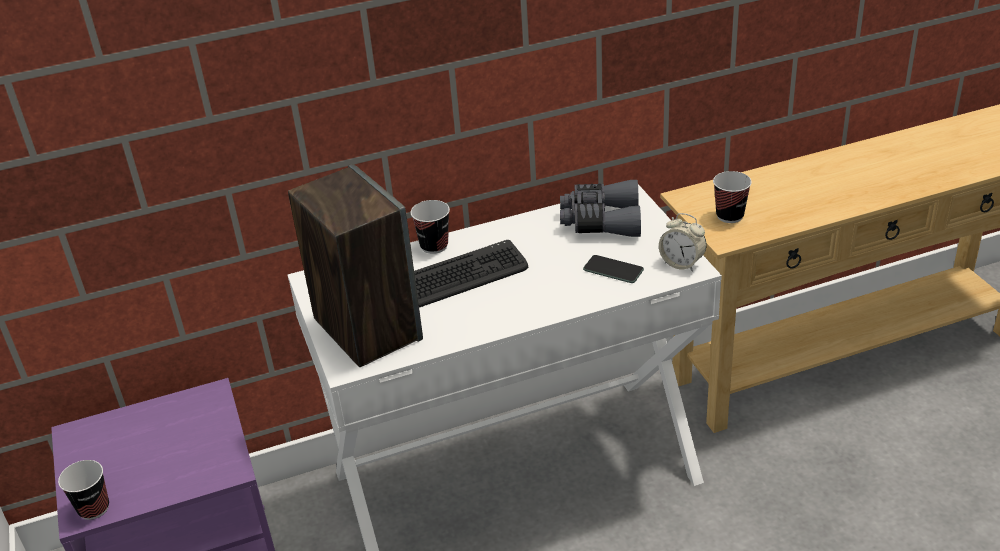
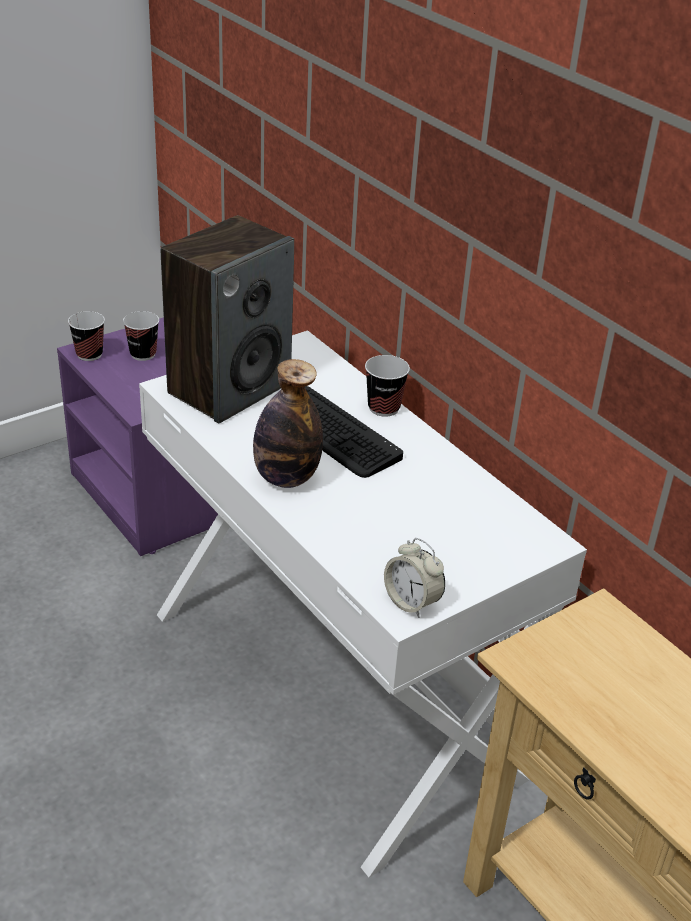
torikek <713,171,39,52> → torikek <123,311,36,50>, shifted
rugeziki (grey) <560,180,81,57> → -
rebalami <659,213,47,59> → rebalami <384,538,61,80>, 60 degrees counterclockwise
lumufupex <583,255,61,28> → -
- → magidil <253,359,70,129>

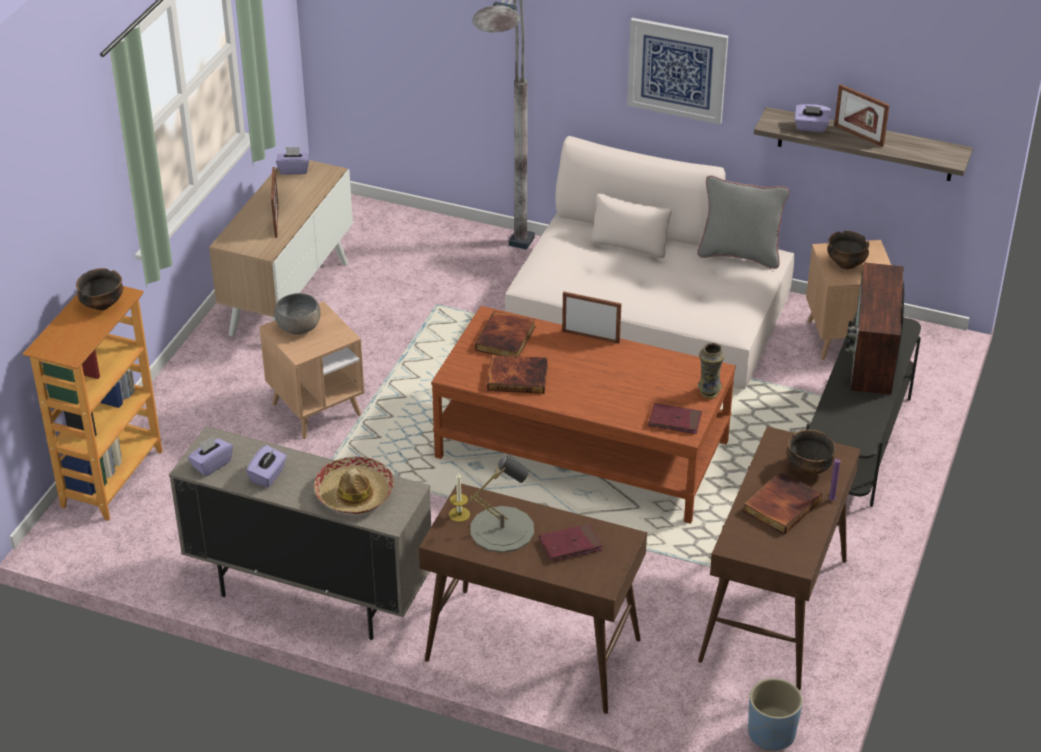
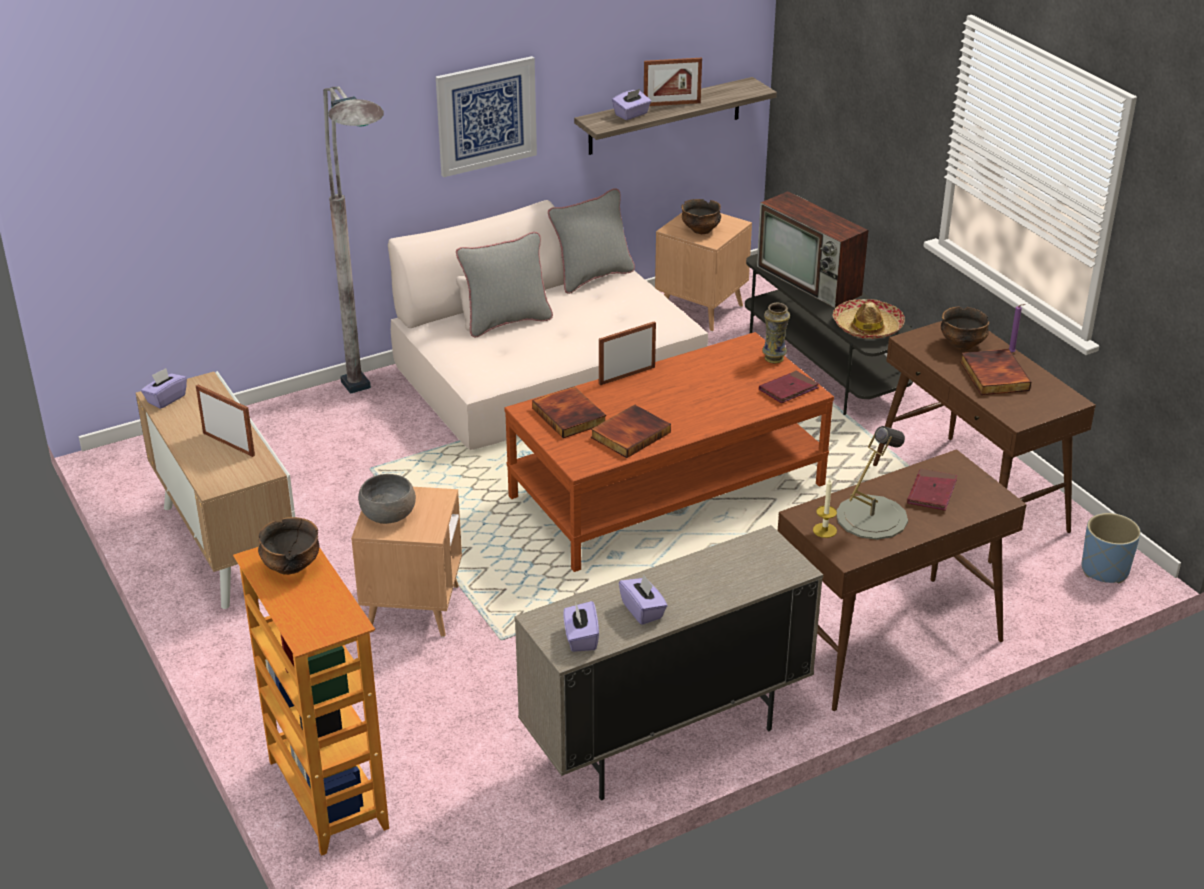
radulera <313,457,81,57> → radulera <832,299,73,40>, shifted
- → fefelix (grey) <456,232,97,106>

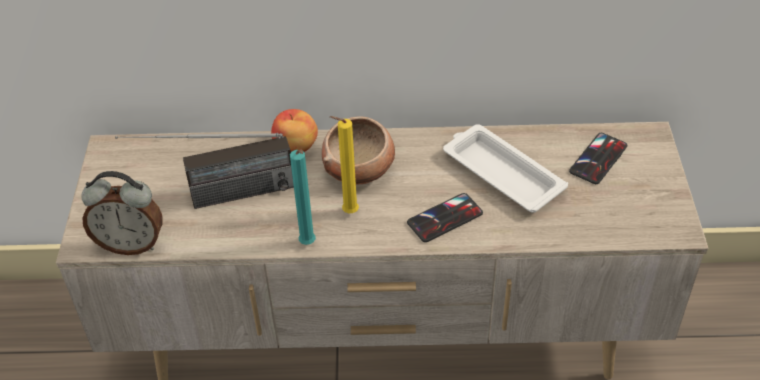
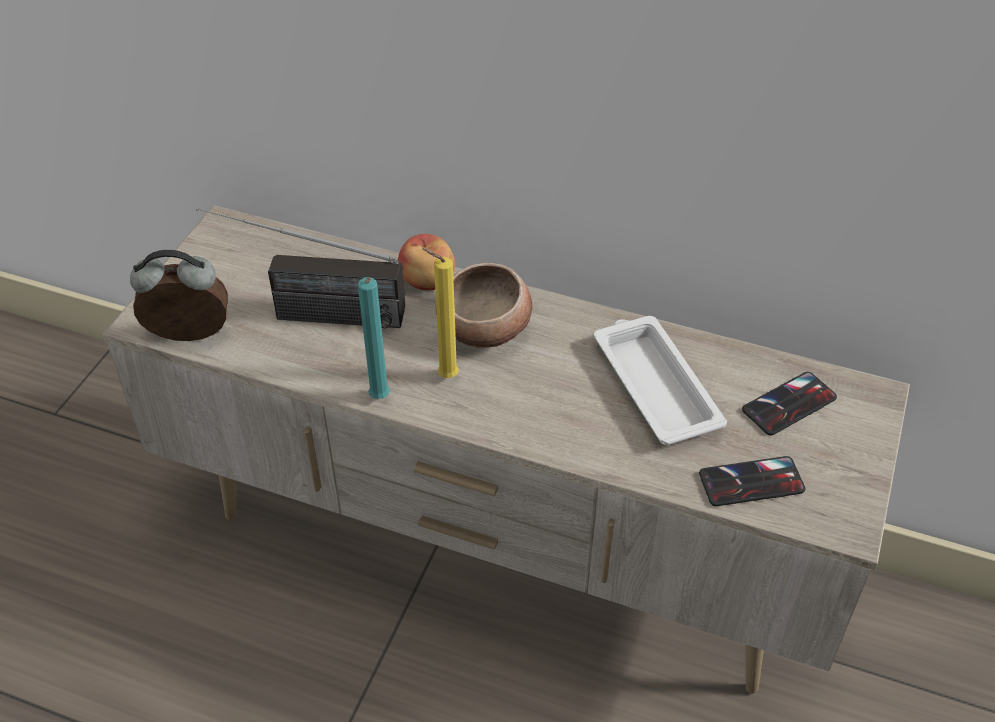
rebalami <81,171,82,84> → rebalami <130,250,98,91>, 150 degrees clockwise
lumufupex <407,193,76,49> → lumufupex <699,456,106,50>, shifted

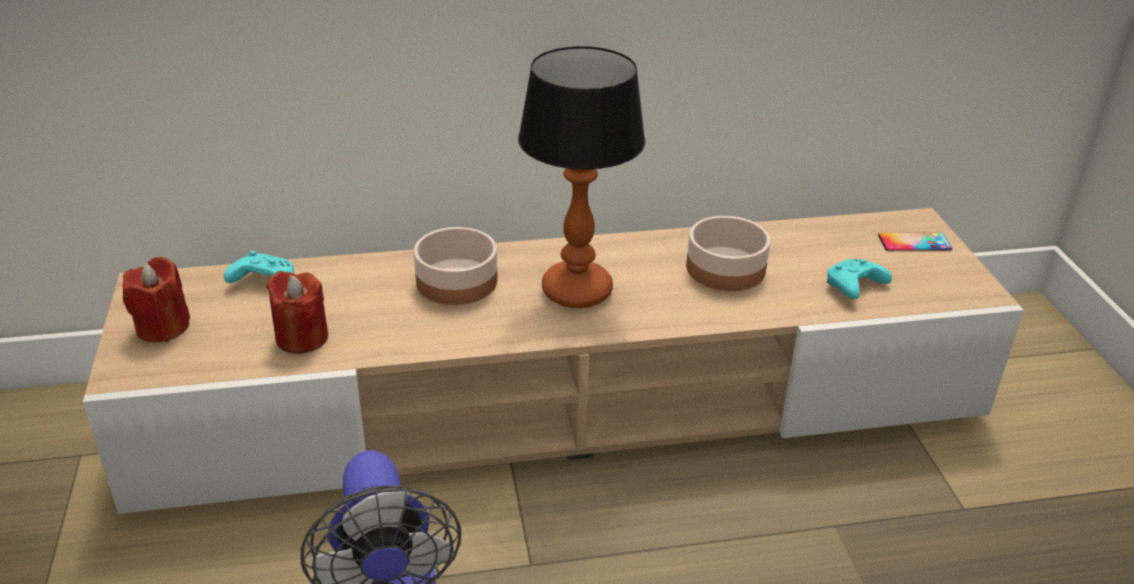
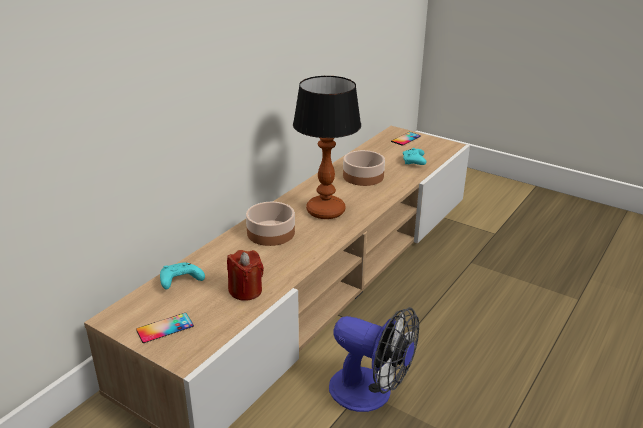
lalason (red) <123,257,67,85> → lumufupex <136,313,58,30>

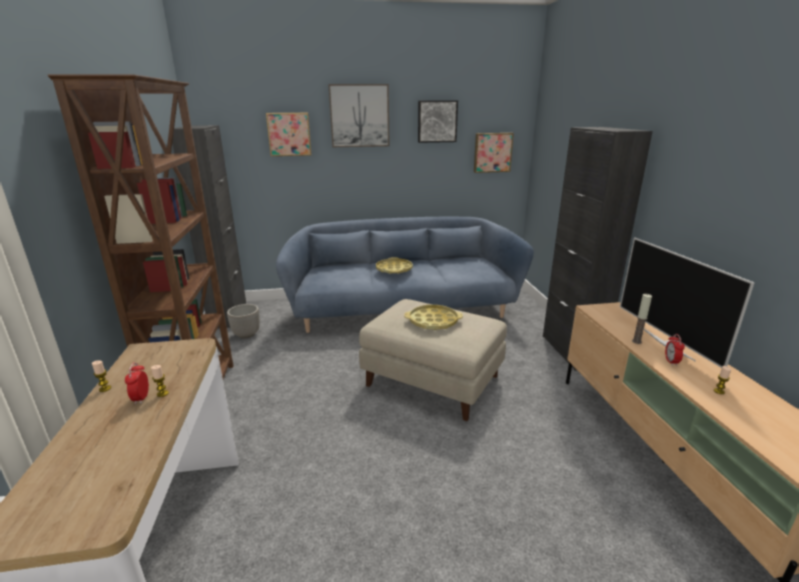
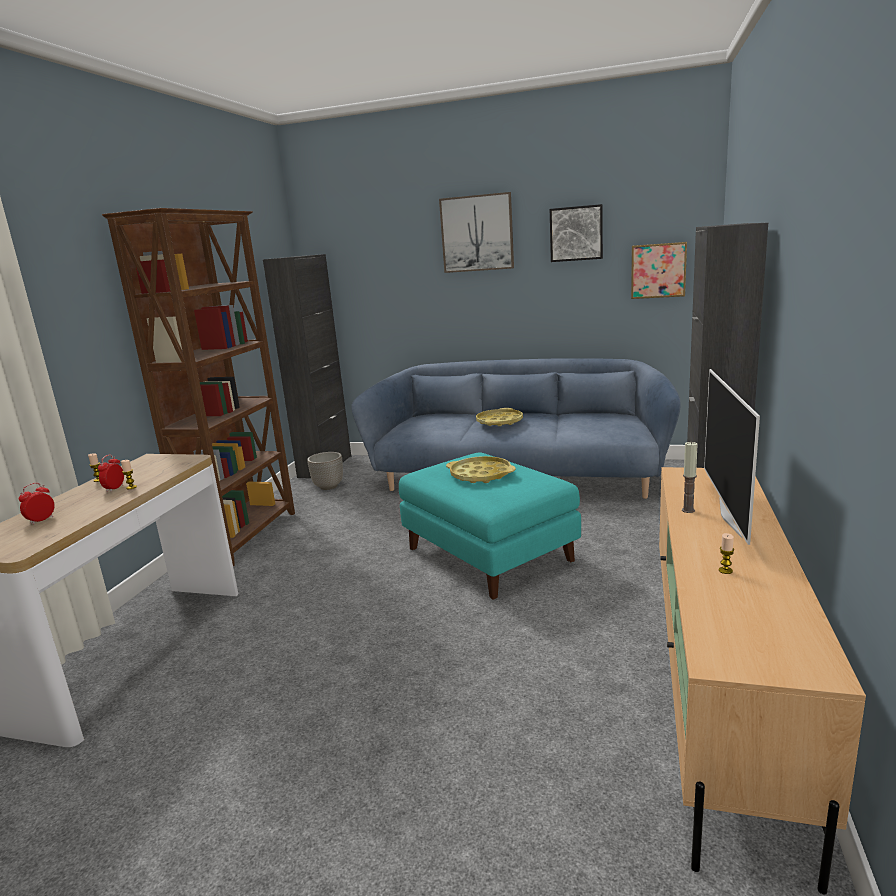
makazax <266,113,46,43> → -
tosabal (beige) <359,299,148,122> → tosabal (turquoise) <399,452,182,148>
rebalami <665,334,20,32> → rebalami <19,483,36,42>, shifted

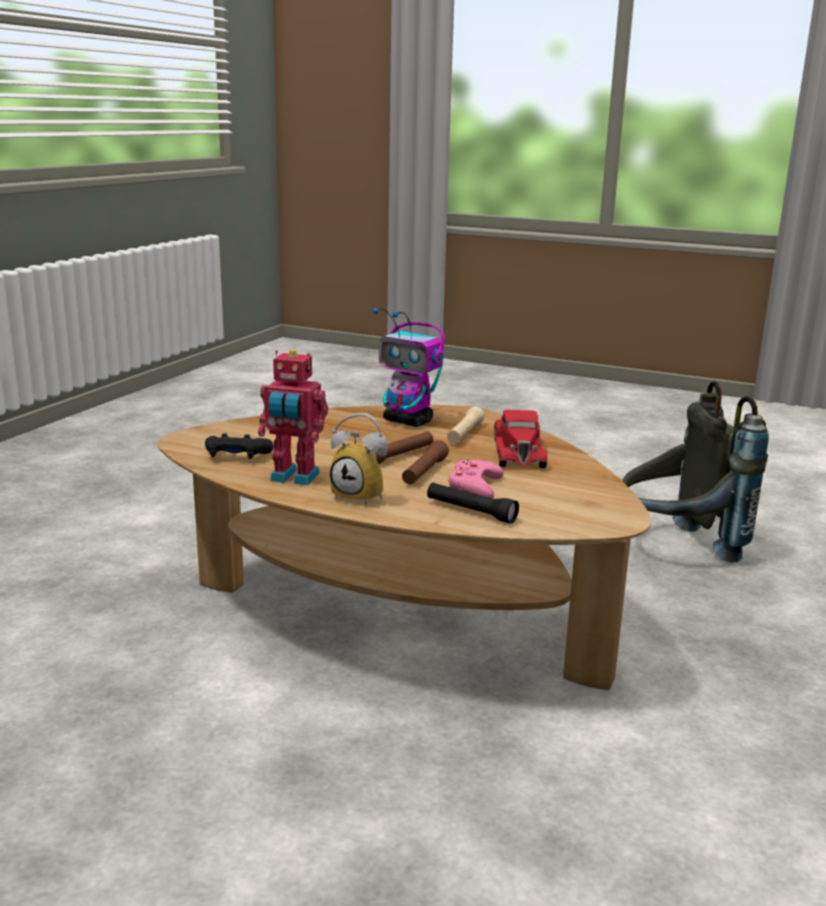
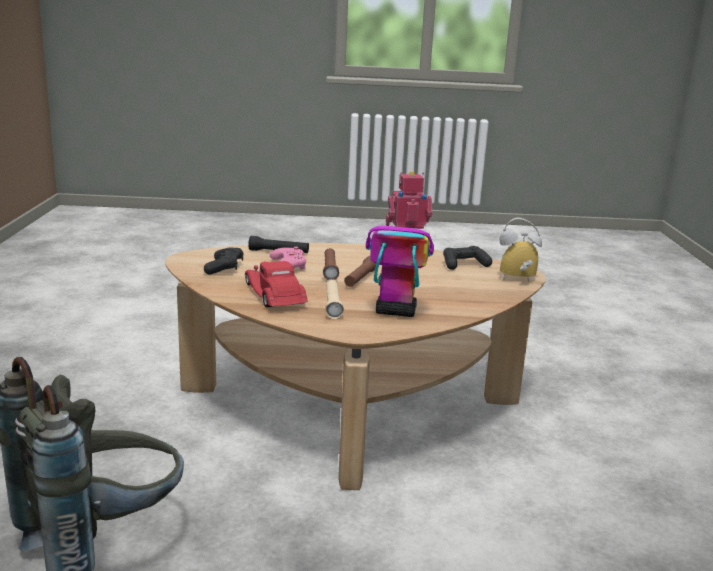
rebalami <330,413,58,93> → rebalami <500,217,42,65>, shifted
- → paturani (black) <204,247,40,28>

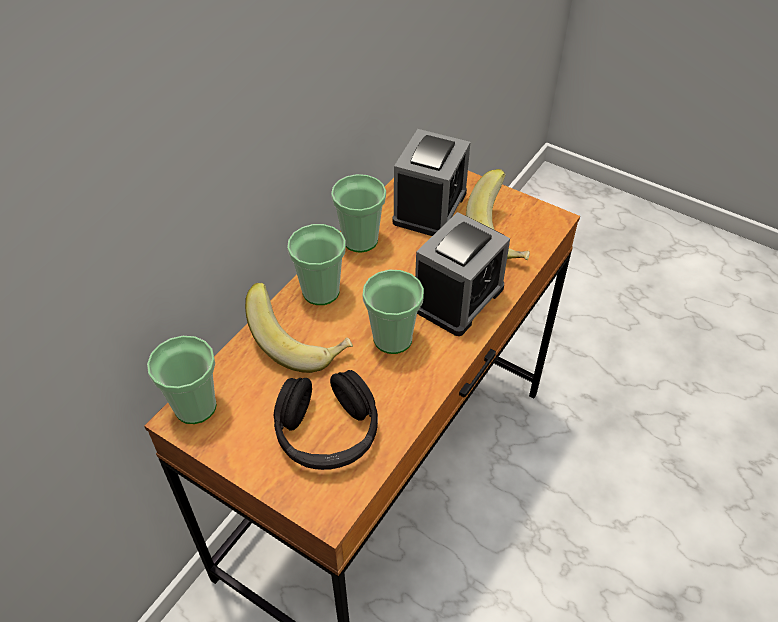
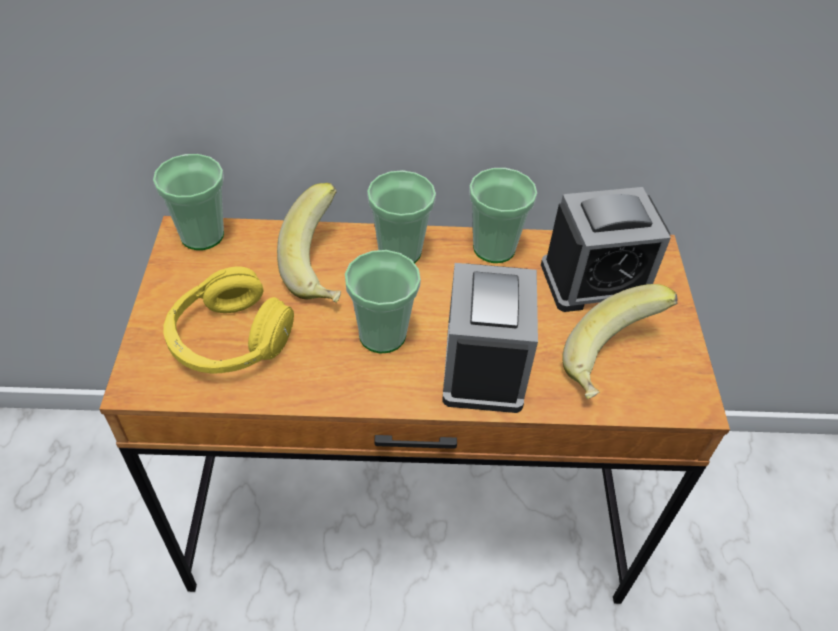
rebalami <415,212,95,124> → rebalami <442,263,96,150>, 90 degrees clockwise
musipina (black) <274,370,104,100> → musipina (yellow) <163,266,131,107>

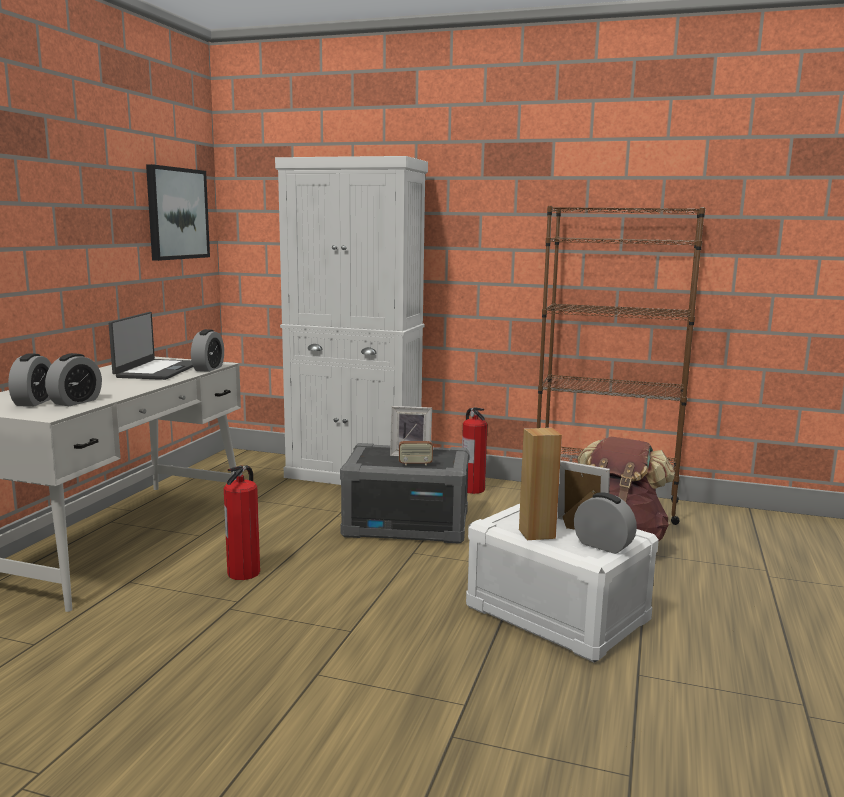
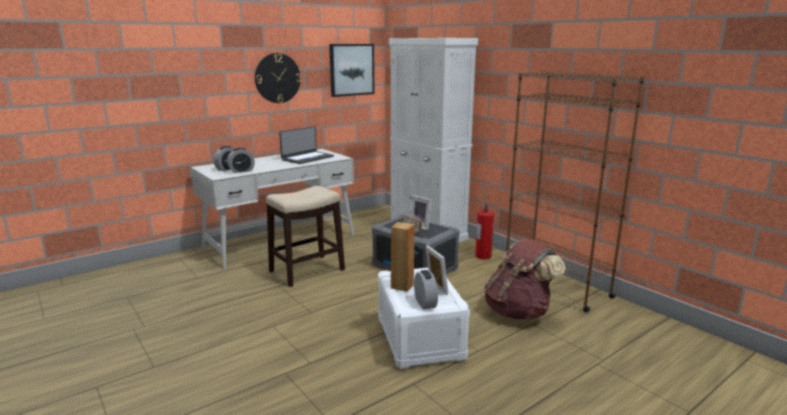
rebalami <191,329,33,43> → -
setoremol <224,465,36,115> → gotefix <266,186,79,101>
- → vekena <255,53,46,50>

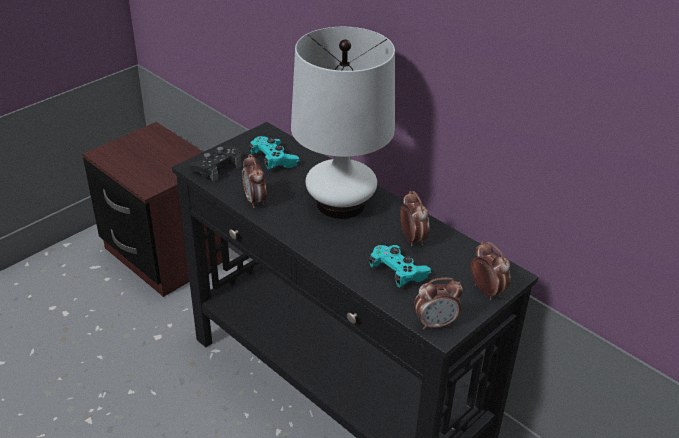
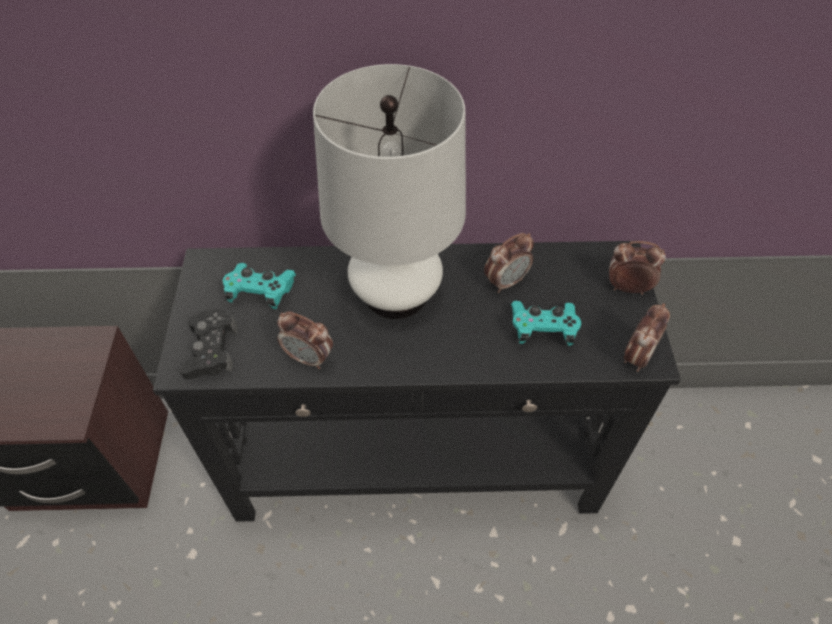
rebalami <400,191,29,55> → rebalami <484,233,50,60>, 120 degrees clockwise

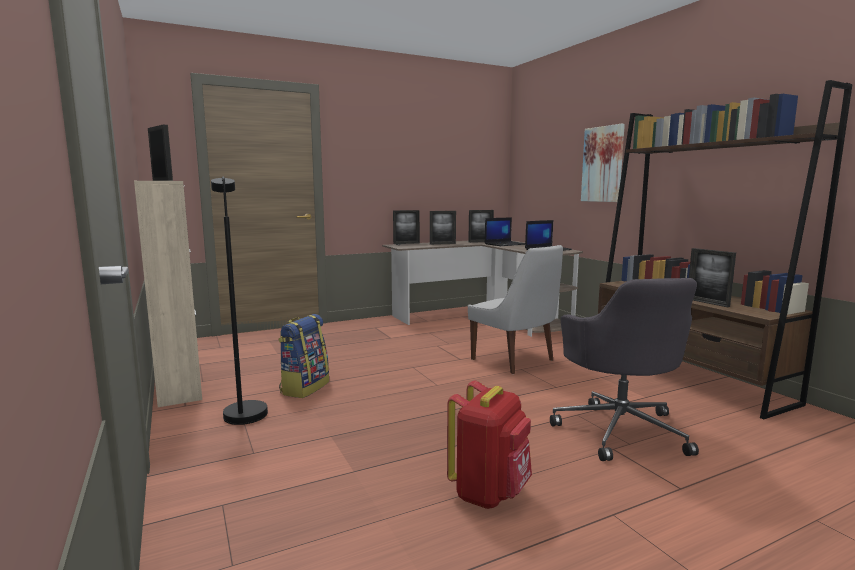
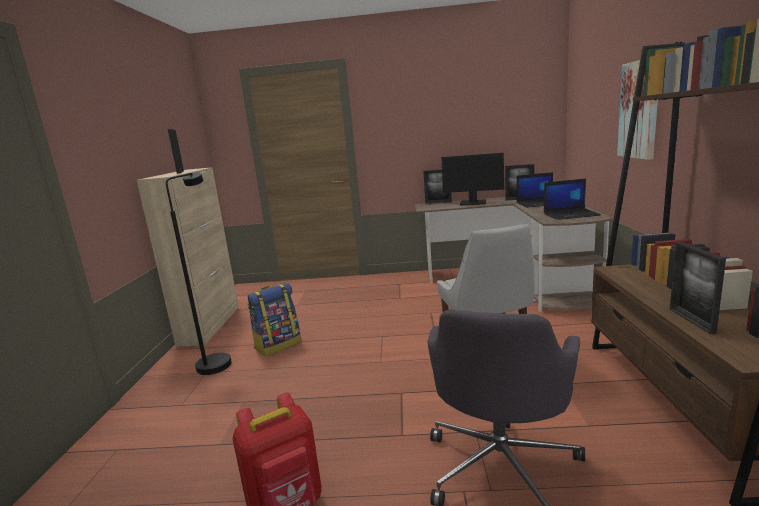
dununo <430,211,26,34> → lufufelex <441,153,63,52>

